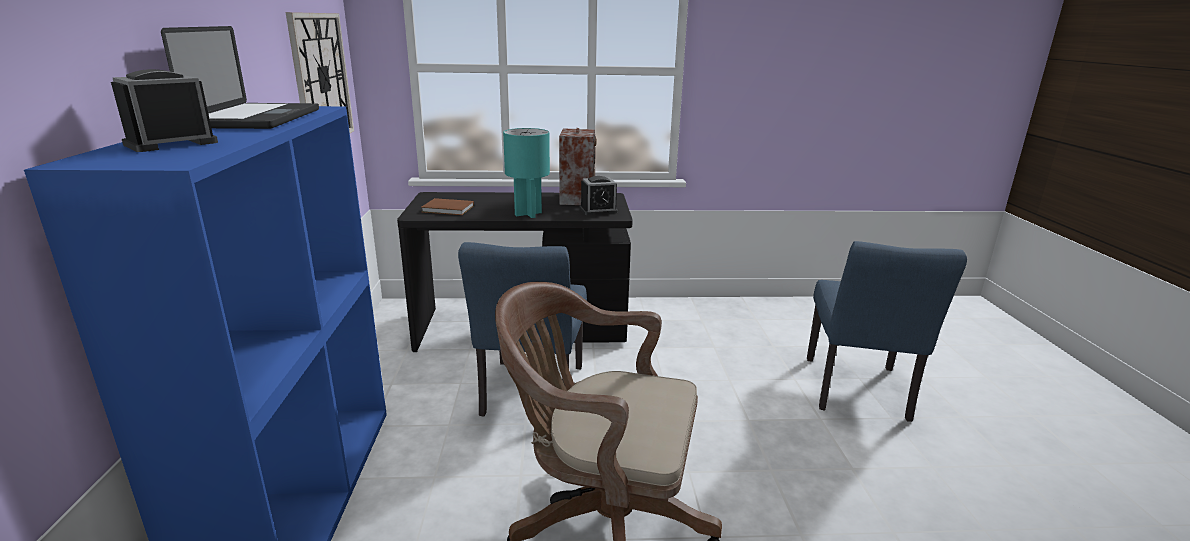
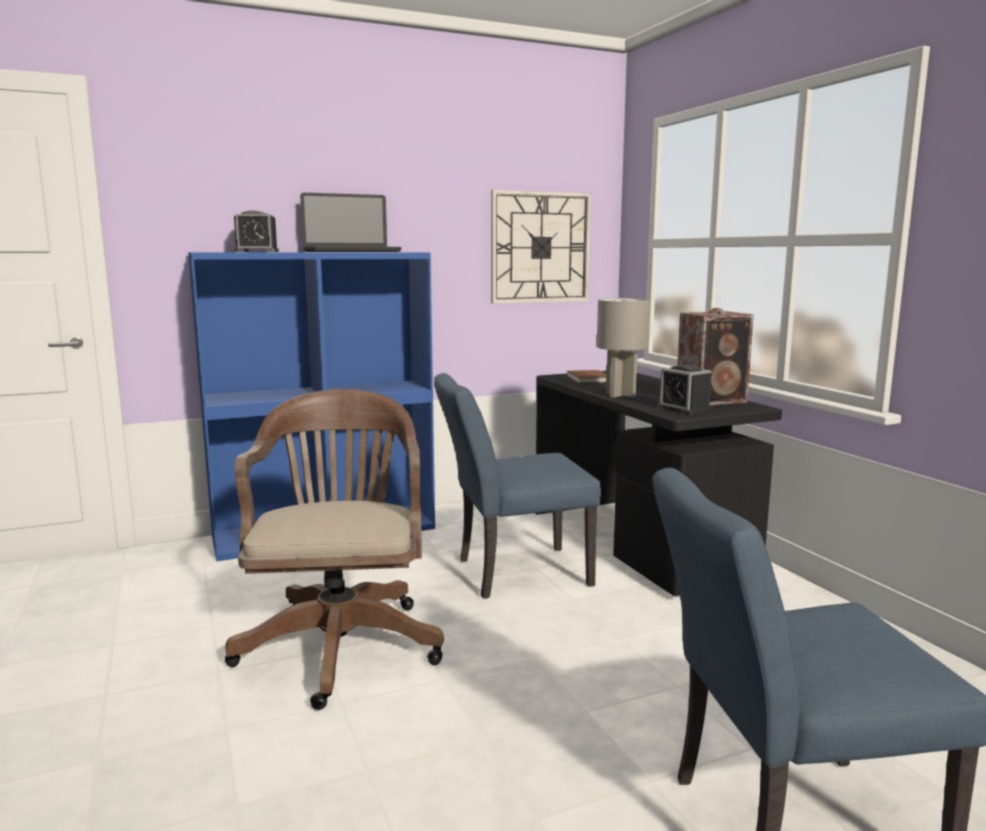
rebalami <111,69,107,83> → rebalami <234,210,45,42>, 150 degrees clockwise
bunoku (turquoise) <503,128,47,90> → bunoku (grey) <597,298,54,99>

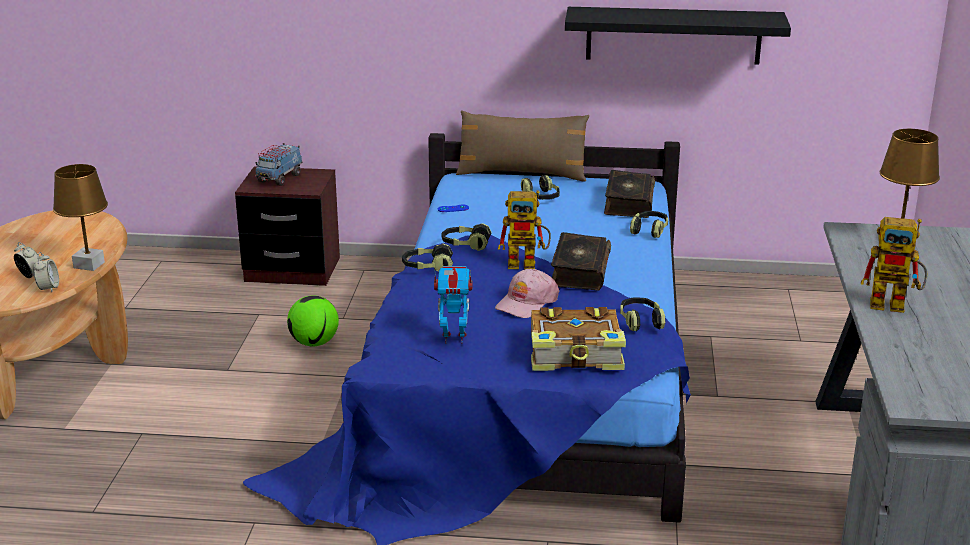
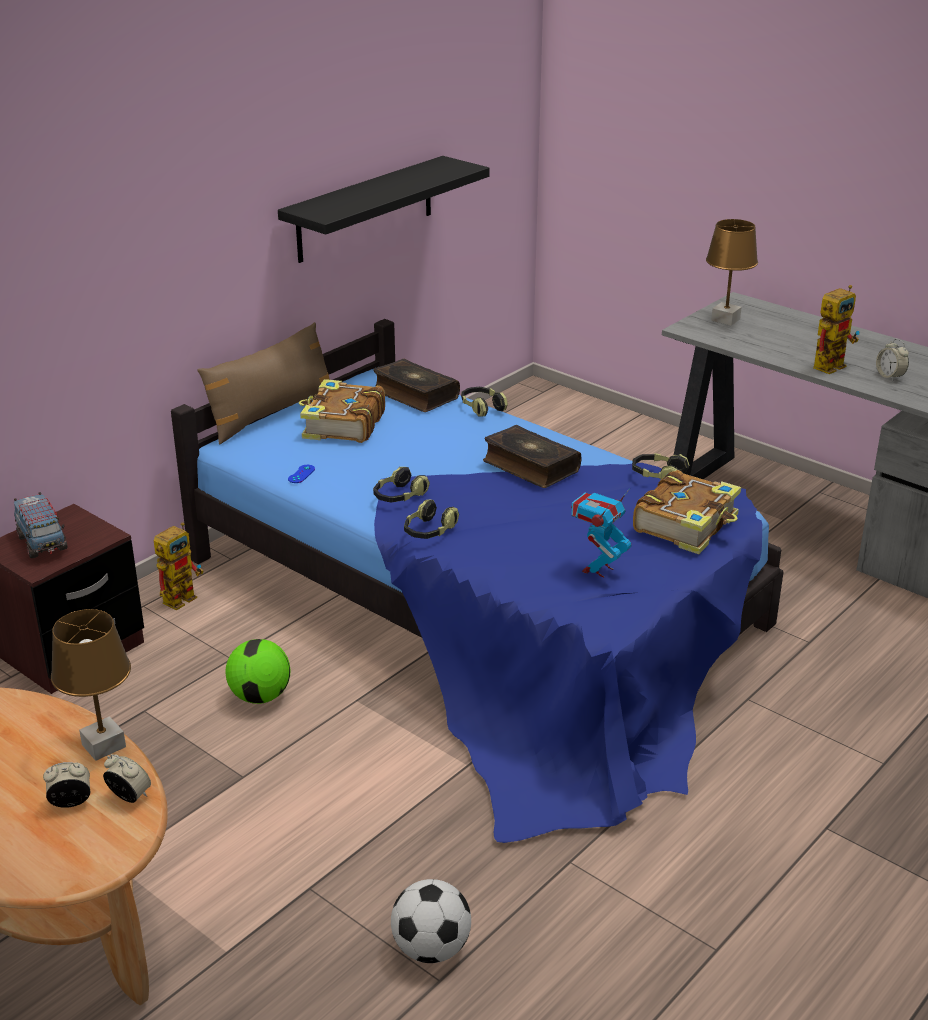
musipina <521,175,39,25> → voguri <299,379,86,64>
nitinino <498,190,53,79> → nitinino <154,522,50,88>, shifted
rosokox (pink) <495,269,64,49> → -
- → rebalami <876,339,33,42>
- → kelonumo <391,879,80,84>

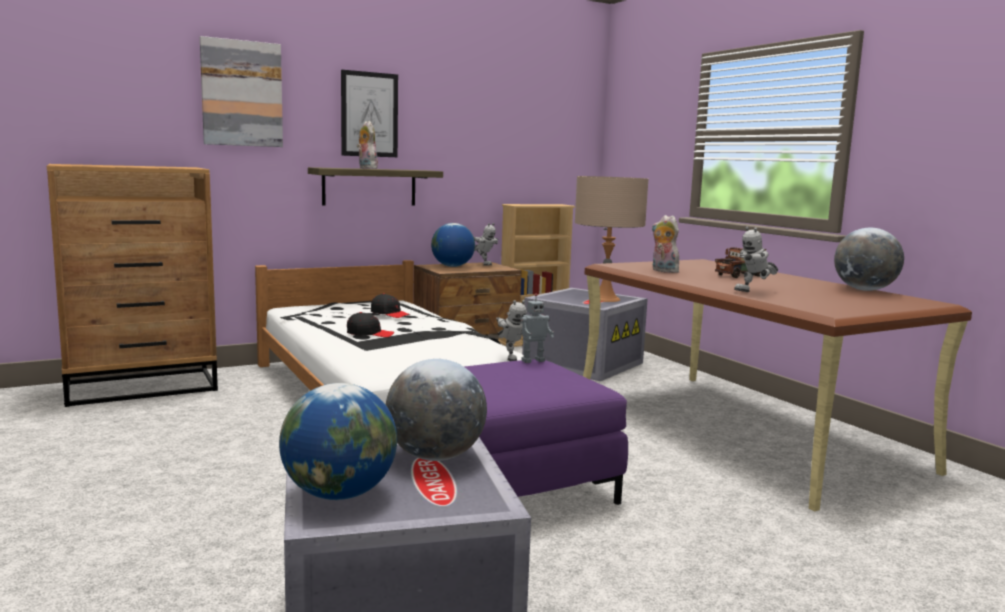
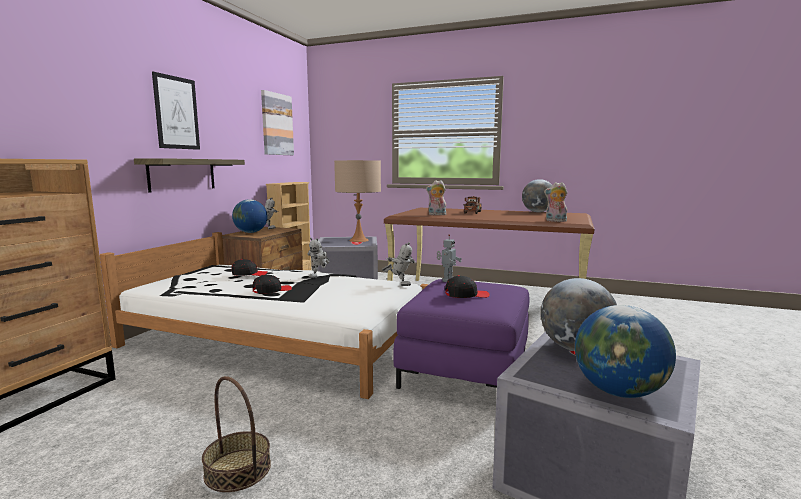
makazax <200,36,83,111> → makazax <261,90,33,65>, shifted
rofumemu <357,121,21,48> → rofumemu <544,182,23,40>, shifted
nitinino <734,226,44,66> → nitinino <308,238,22,40>, shifted
- → rosokox (black) <445,275,45,23>
- → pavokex <202,376,69,116>

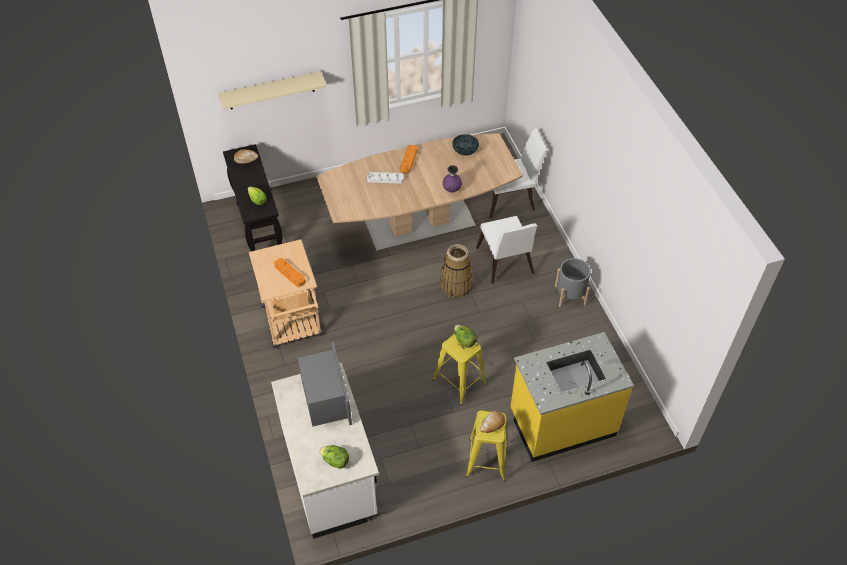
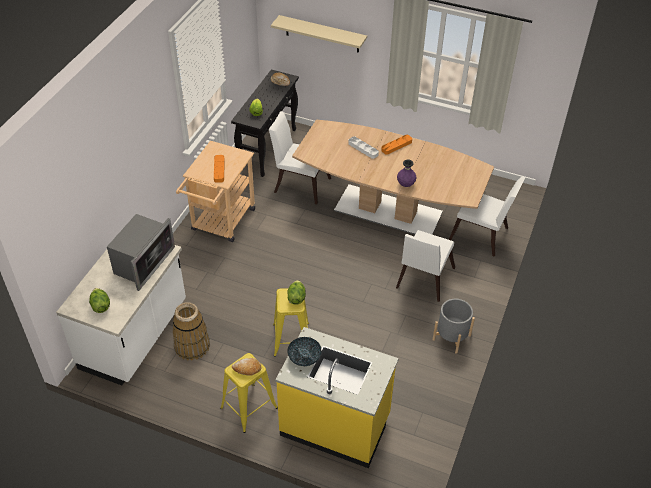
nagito <452,134,27,21> → nagito <287,337,35,29>, shifted
pavokex <440,244,33,54> → pavokex <173,302,37,59>, shifted
- → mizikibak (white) <269,111,62,93>

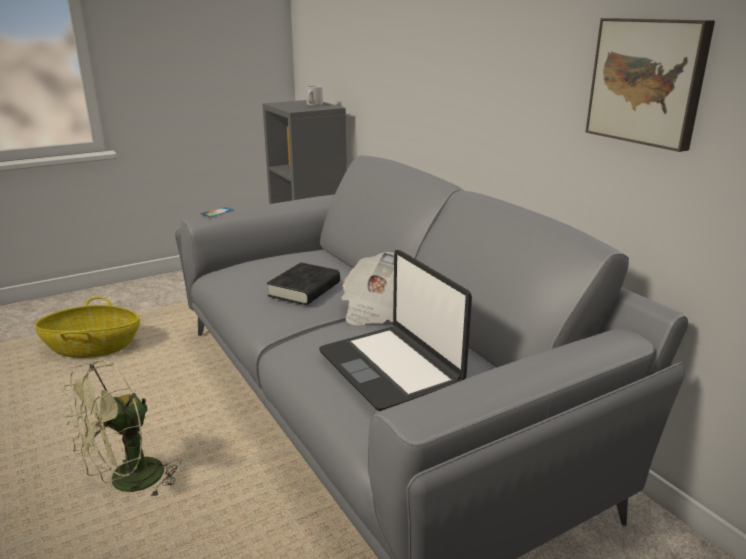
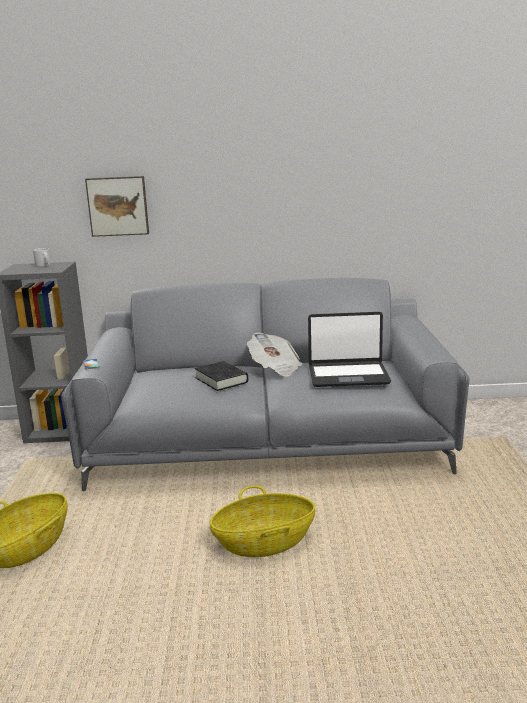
makazax <585,18,130,134> → makazax <85,176,64,61>, shifted
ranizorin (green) <63,360,118,139> → pavokex <210,485,105,72>

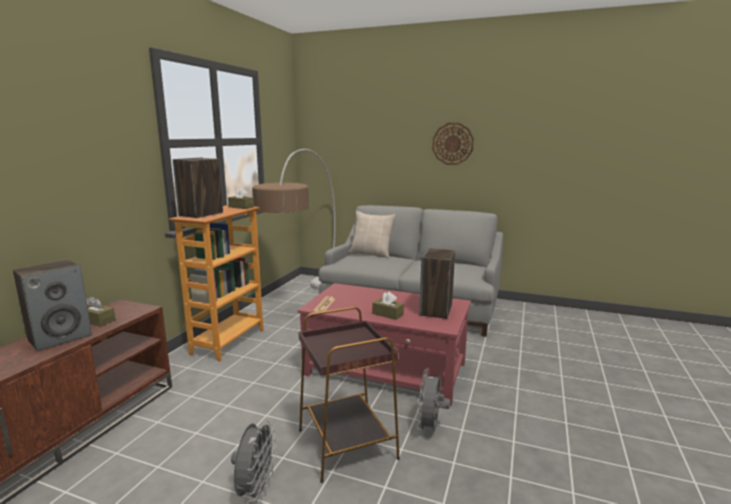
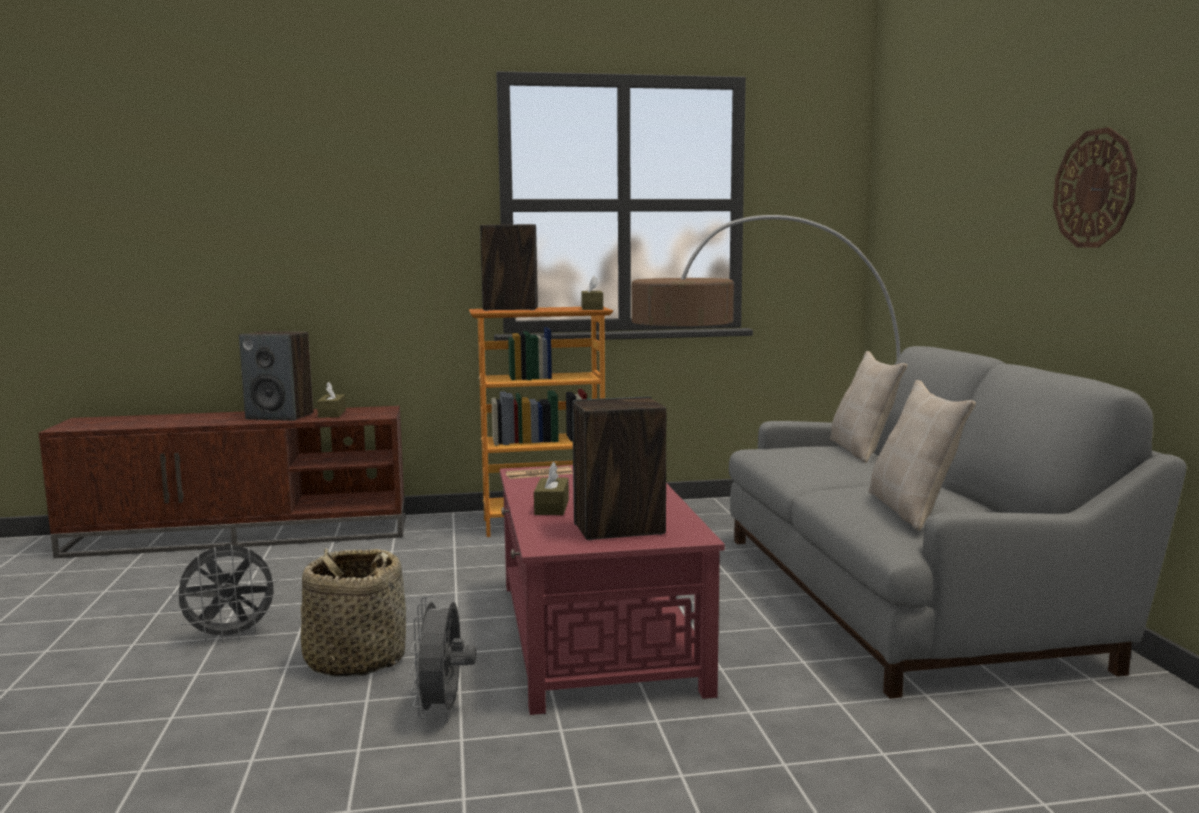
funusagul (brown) <299,307,101,176> → pavokex <300,548,106,129>
ranizorin (grey) <417,368,33,65> → ranizorin (grey) <409,595,67,123>, 75 degrees counterclockwise
- → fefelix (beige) <869,380,107,151>

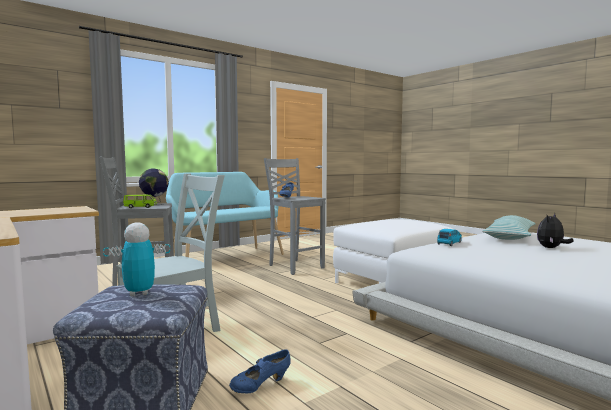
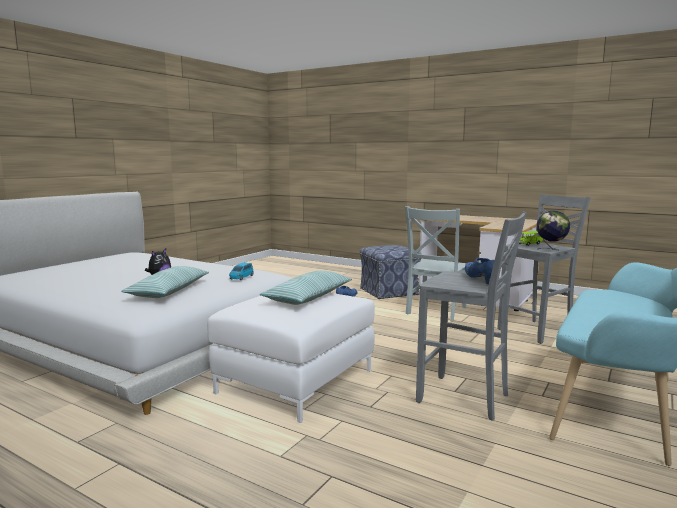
nitinino <103,222,67,74> → -
- → fefelix <260,271,92,34>

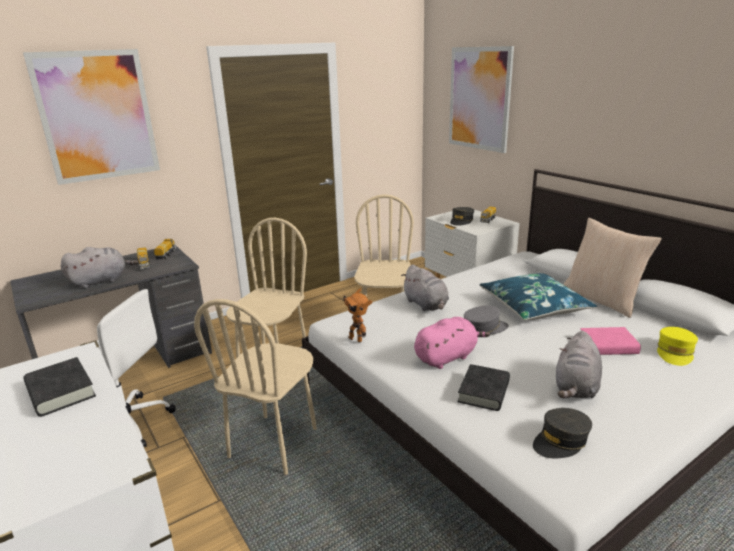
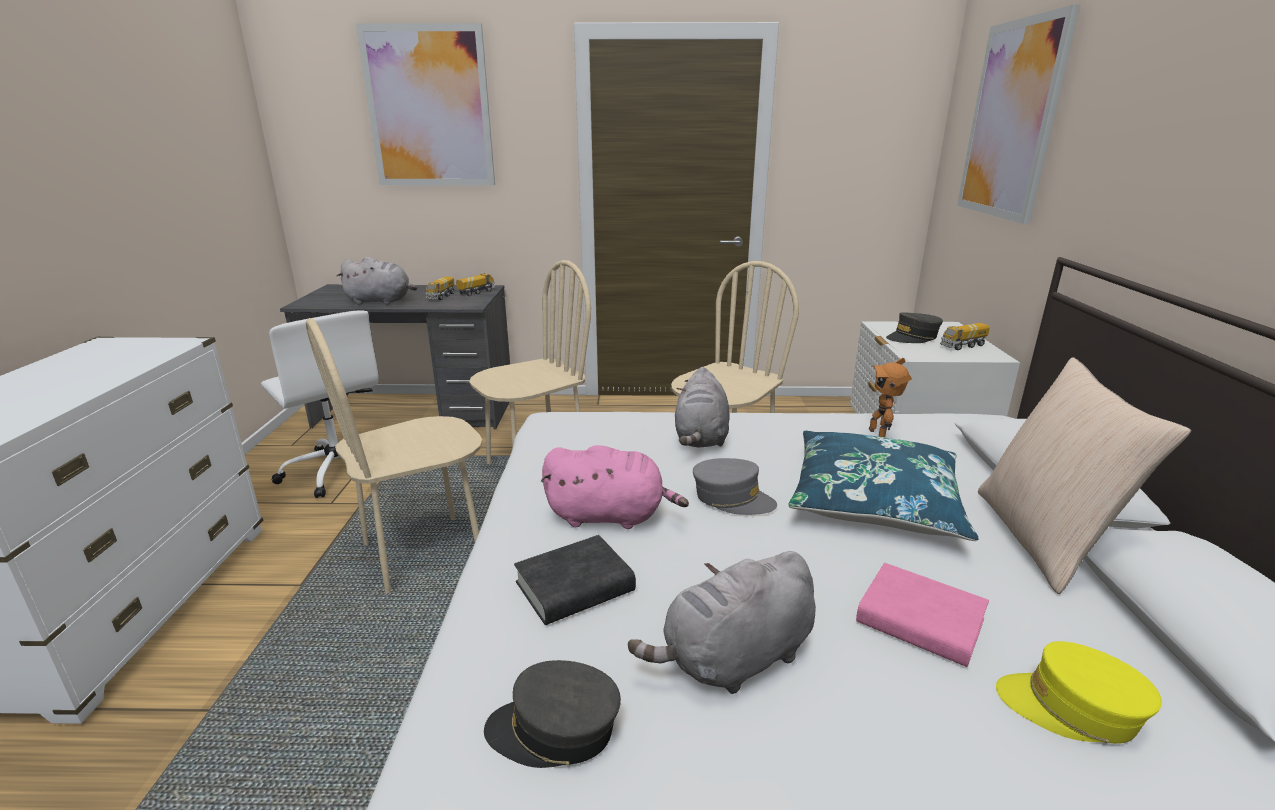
nitinino <343,288,29,54> → nitinino <869,358,43,79>, shifted
rosokox (yellow) <657,327,41,39> → rosokox (yellow) <996,641,166,103>, 45 degrees clockwise
voguri (black) <23,357,73,60> → -

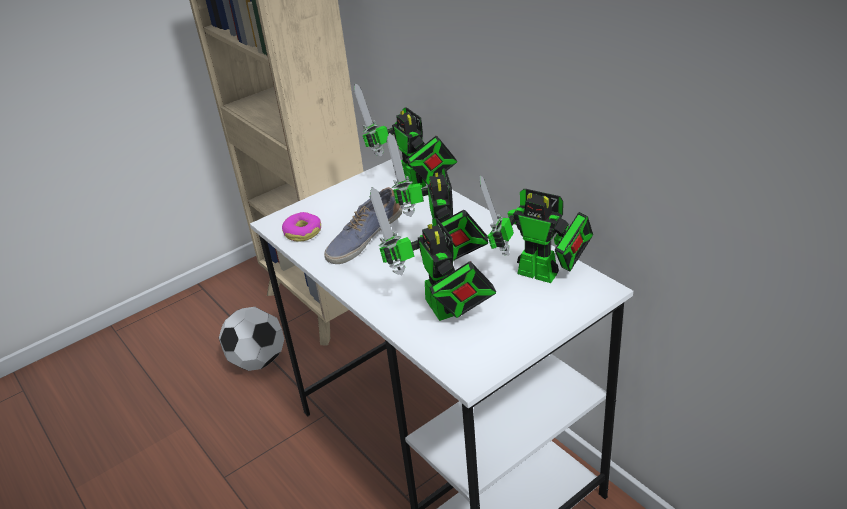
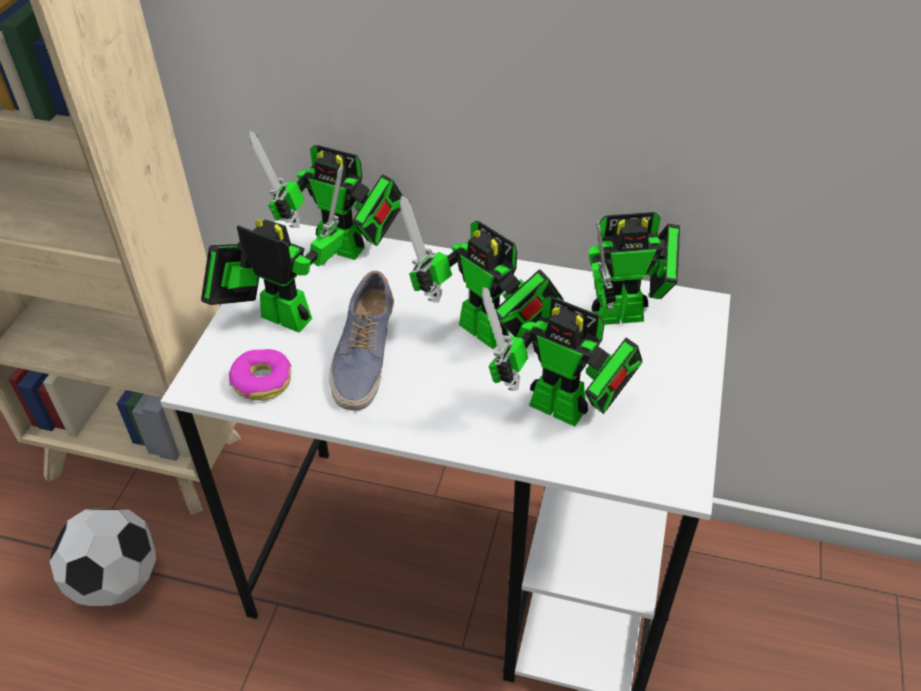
- → nitinino <201,166,143,167>

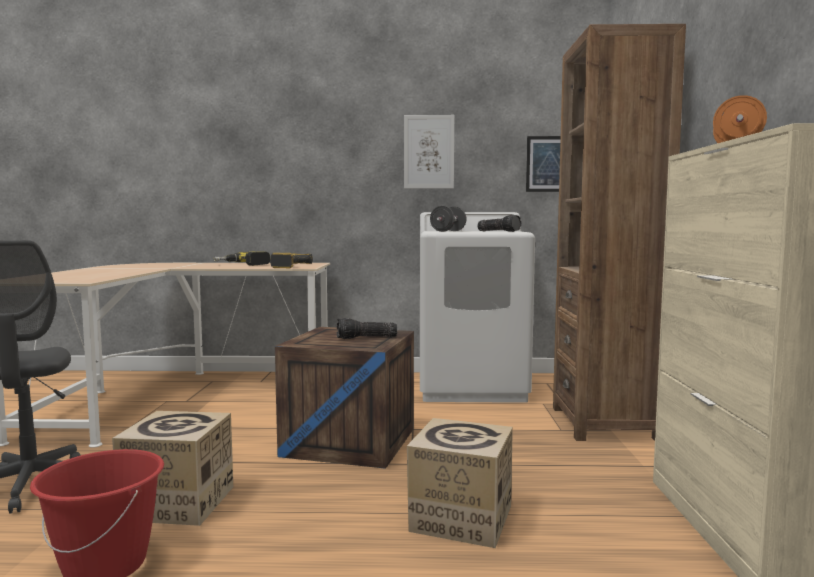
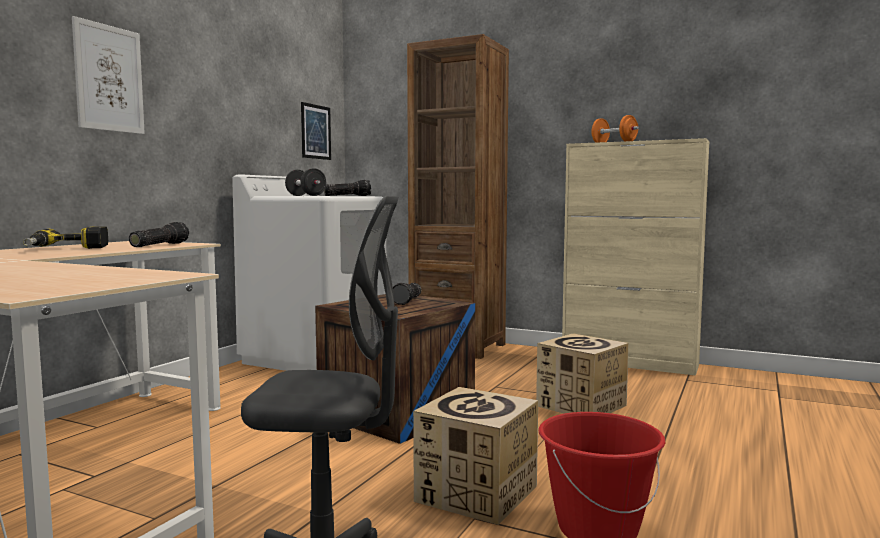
makazax <404,115,50,74> → makazax <72,16,73,118>, shifted
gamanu <270,253,43,15> → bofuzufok <129,222,60,25>

